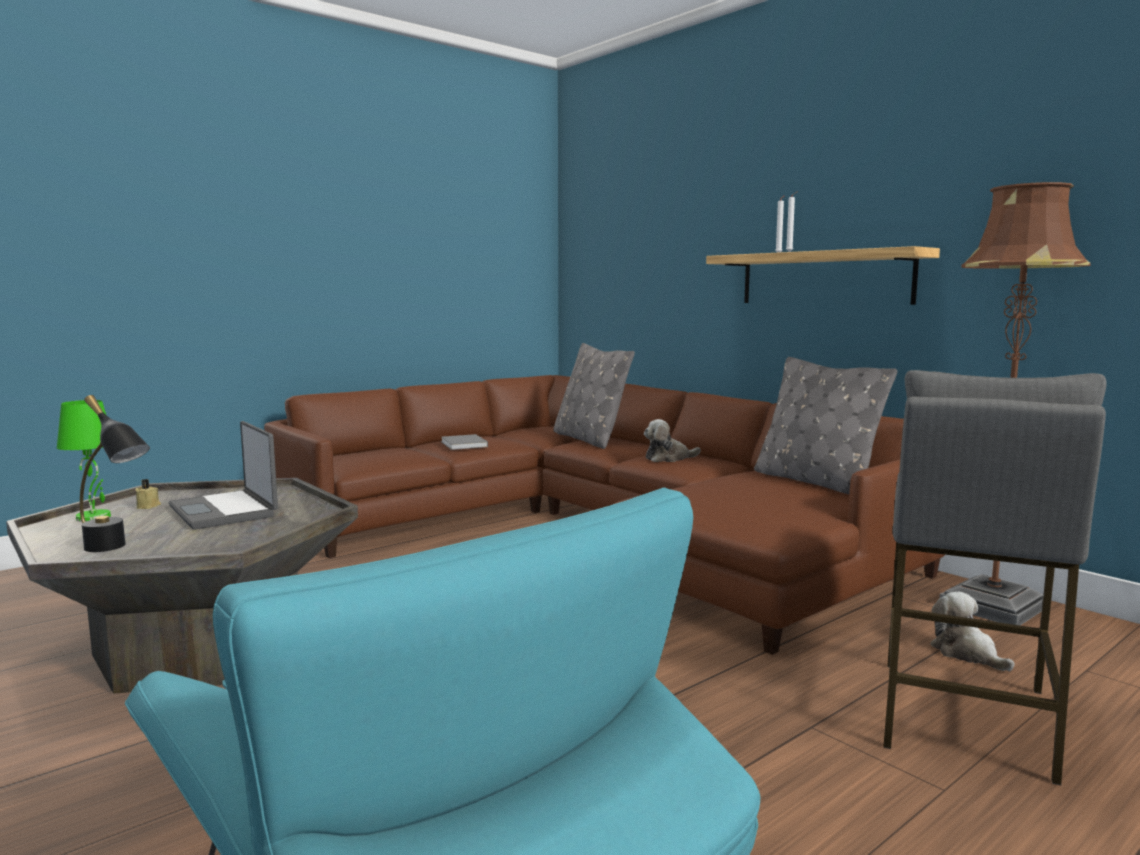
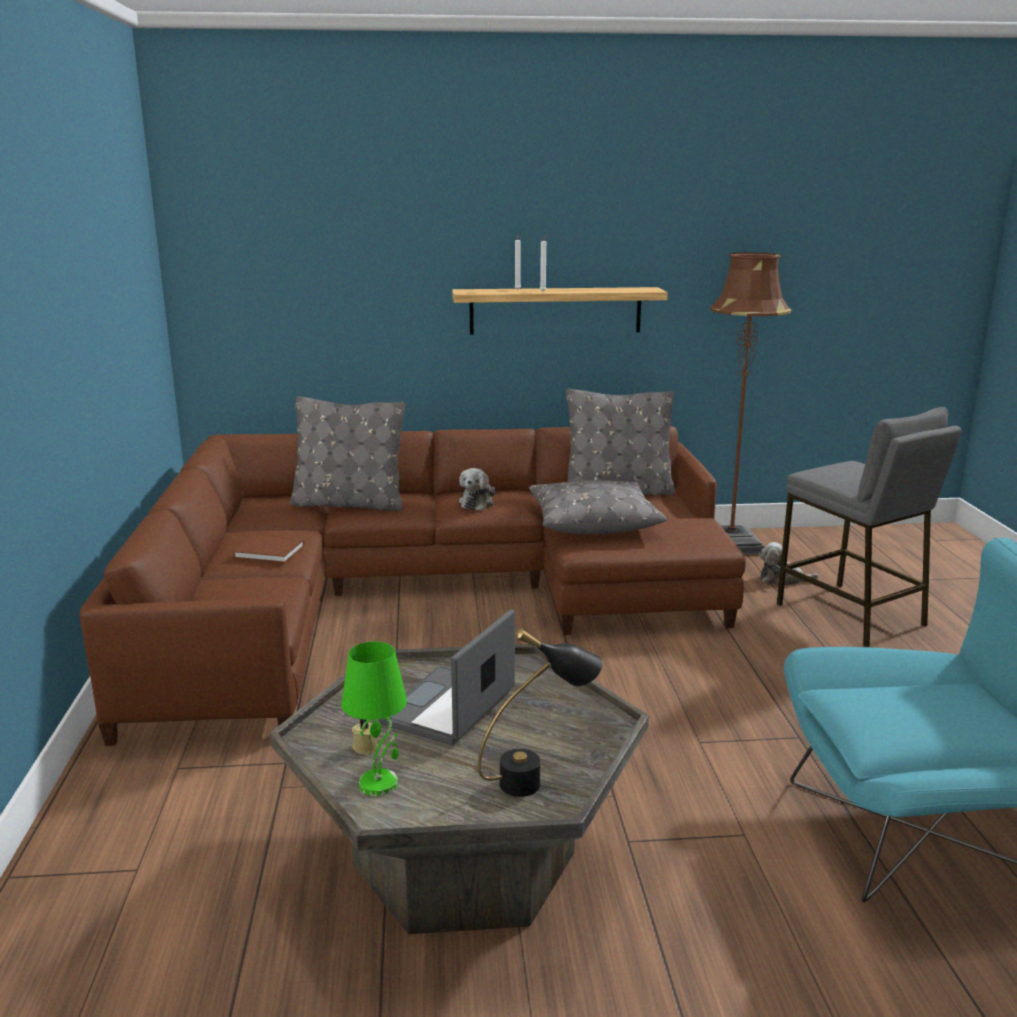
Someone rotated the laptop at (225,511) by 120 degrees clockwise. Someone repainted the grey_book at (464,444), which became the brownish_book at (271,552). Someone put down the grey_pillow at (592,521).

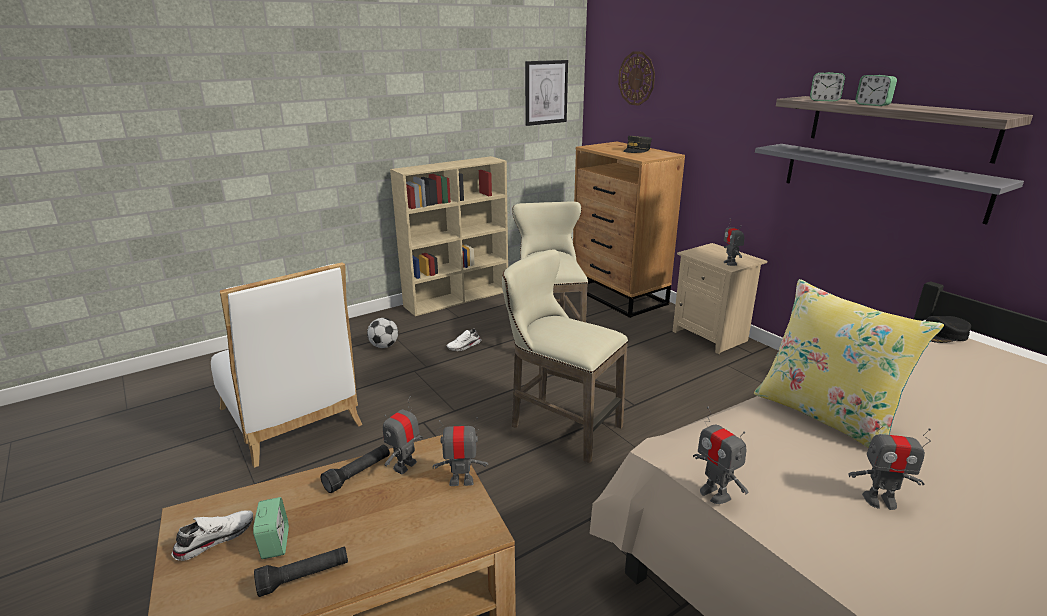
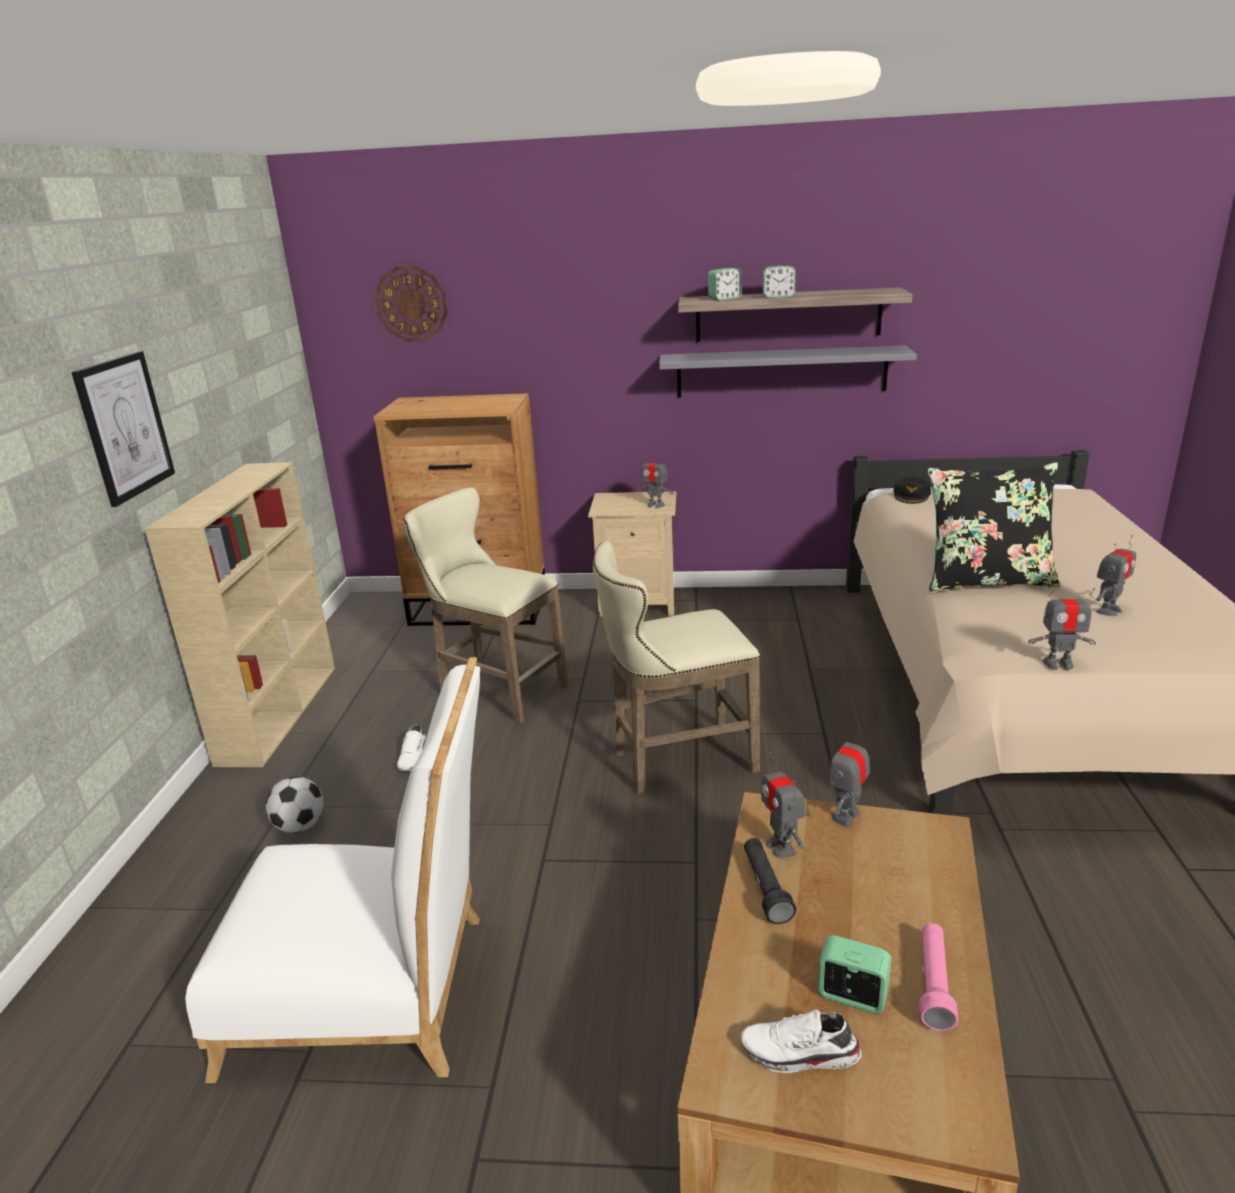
Someone rotated the white_item_of_footwear at (215,538) by 75 degrees counterclockwise. Someone repainted the blackish_flashlight at (304,577), which became the pink_flashlight at (933,984). Someone carried the wall_art from (546,92) to (125,427). Someone took away the grey_cap at (637,150). Someone repainted the yellowish_pillow at (825,415), which became the blackish_pillow at (986,581).

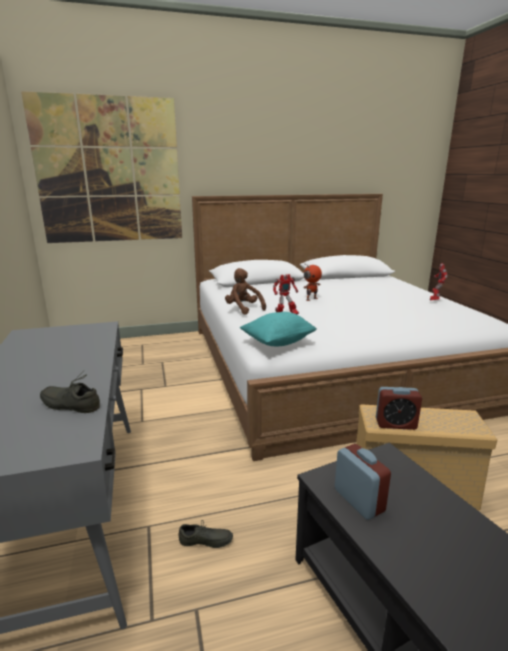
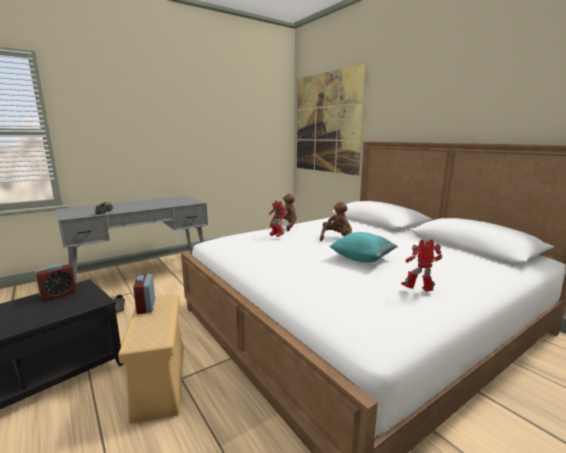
Someone carried the turquoise_pillow from (278,342) to (362,259). Someone swapped the model_robot at (311,299) for the brownish_cuddly_toy at (336,239).

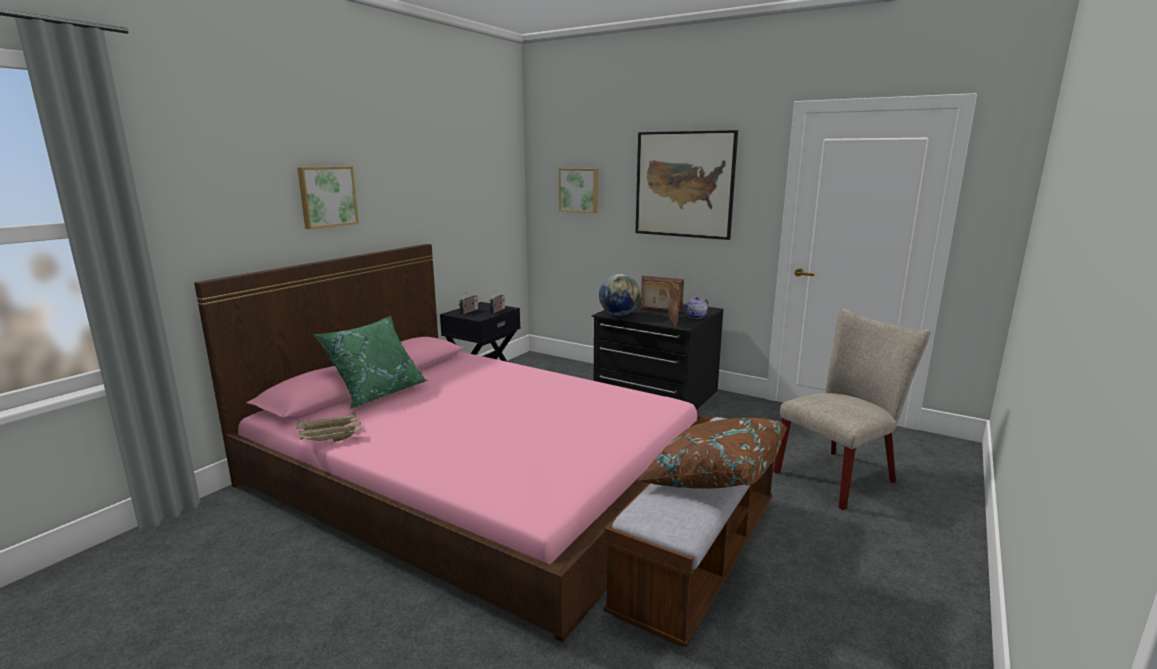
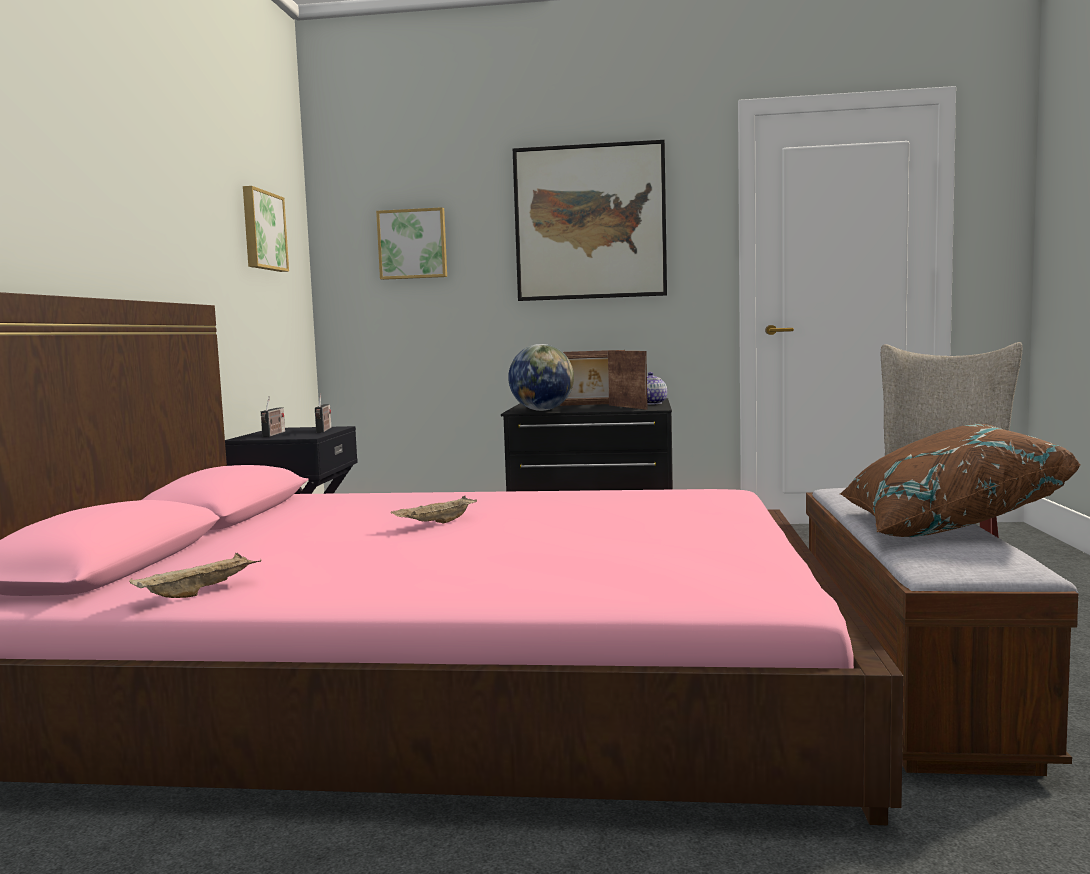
Someone carried the wall_art from (327,196) to (262,231). Someone carried the beige-coloured_tray from (330,441) to (436,524). Someone took away the green-coloured_pillow at (377,393).

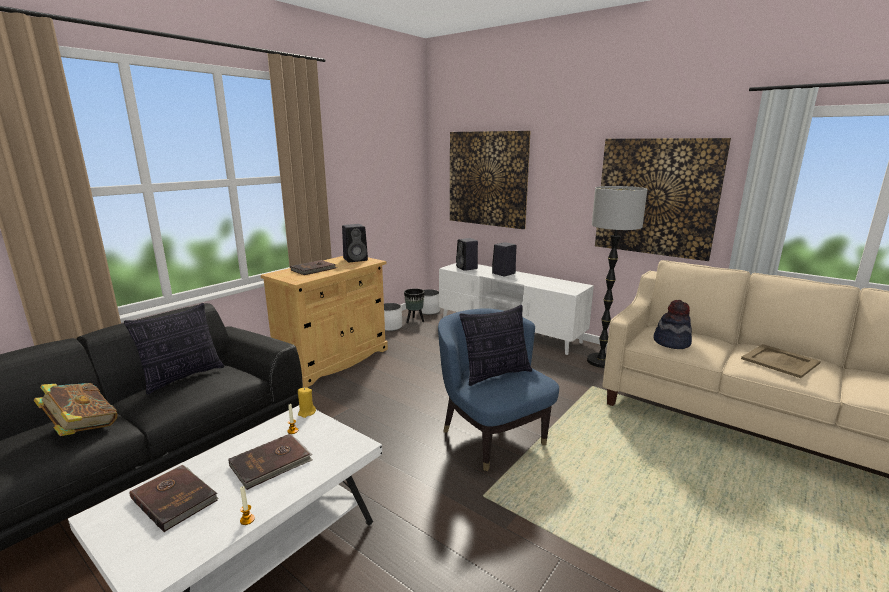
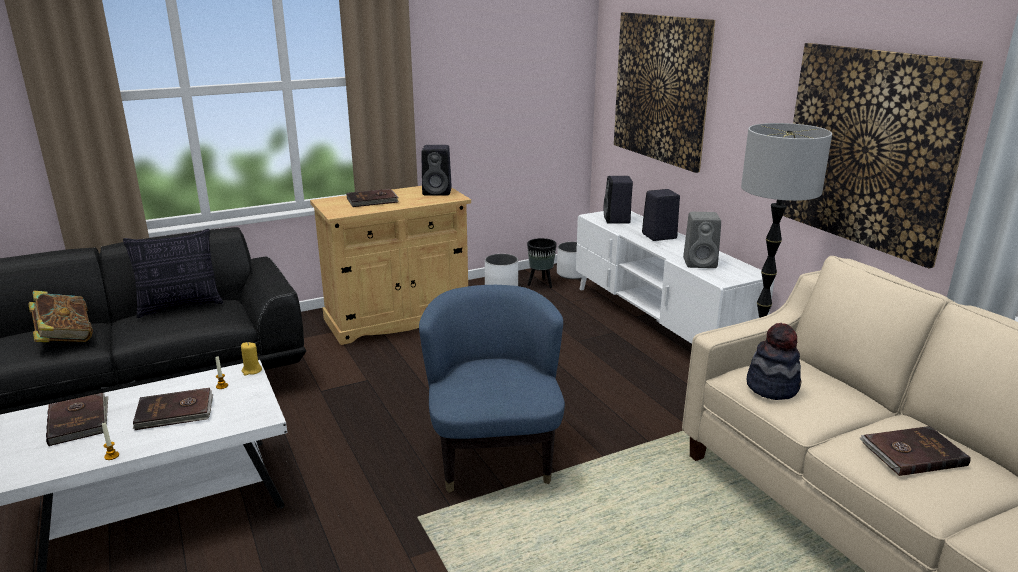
Someone took away the pillow at (496,374). Someone swapped the beige-coloured_tray at (779,361) for the brownish_book at (912,453). Someone put down the grey_speaker at (701,263).

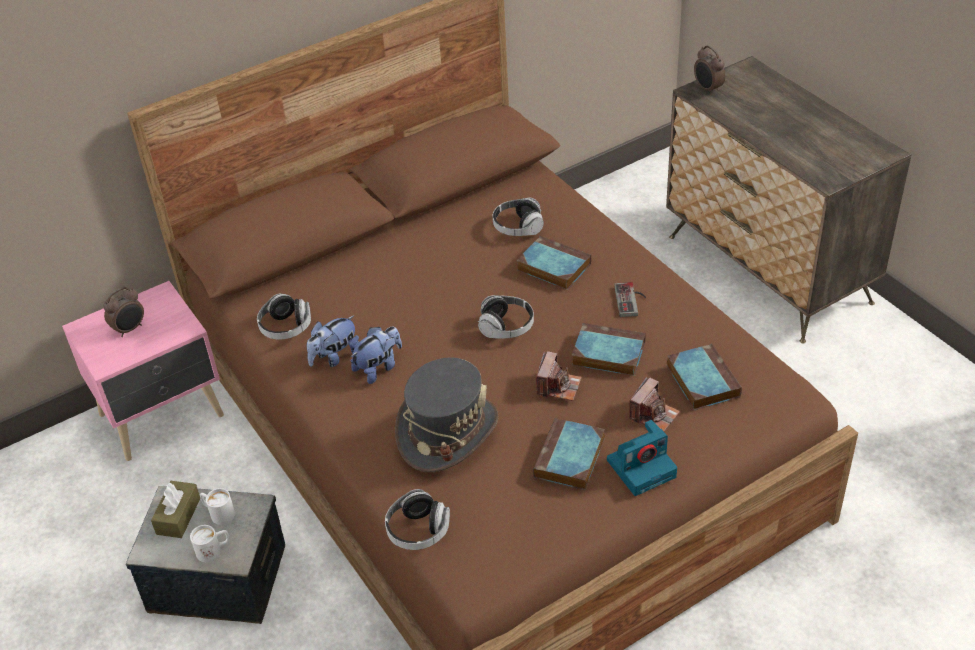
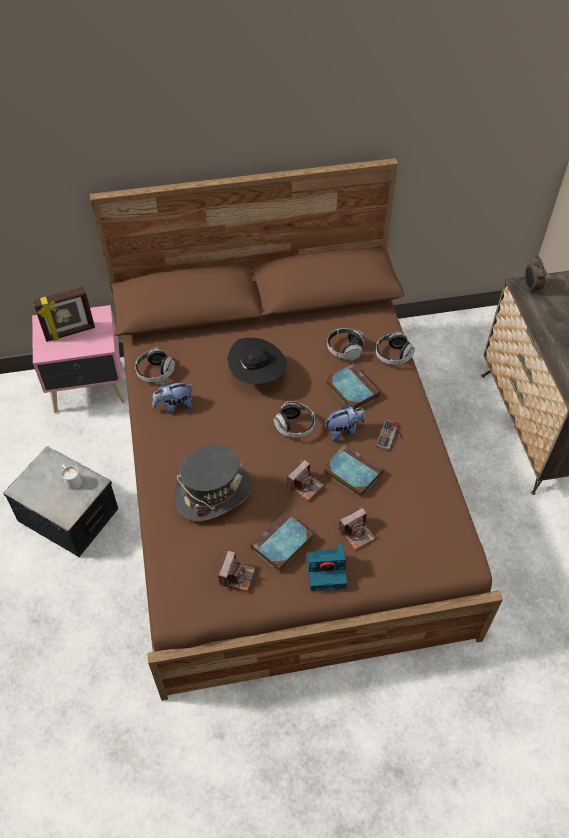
Someone swapped the alarm_clock at (130,329) for the photo_frame at (70,333). Someone took away the brownish_tissue_box at (178,516). Someone took away the white_mug at (214,550). Someone carried the cuddly_toy from (379,368) to (344,430). Someone carried the headphones from (418,531) to (393,355). Someone took away the book at (701,380). Someone put down the photo_camera at (236,576). Someone put down the blackish_clothing_hat at (257,376).

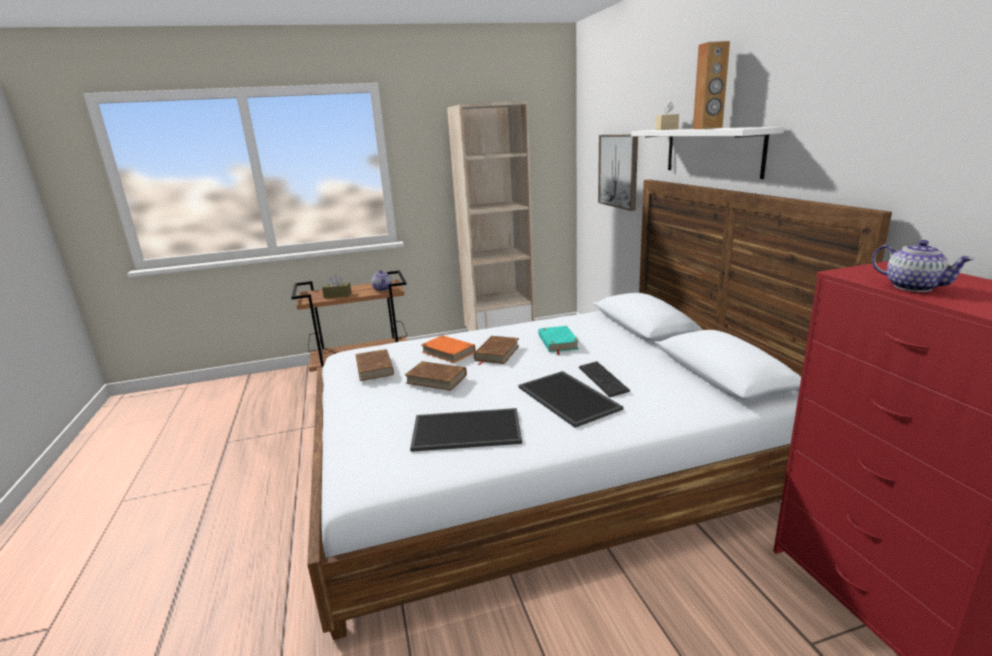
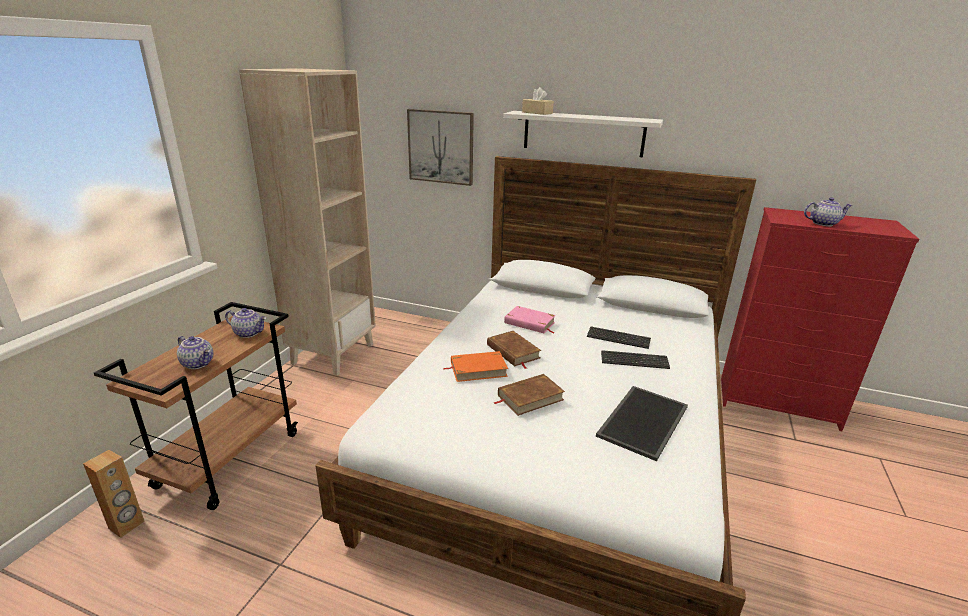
Someone swapped the brownish_tissue_box at (337,295) for the teapot at (199,363). Someone took away the brownish_book at (375,368). Someone swapped the tray at (570,398) for the keyboard at (634,361). Someone repainted the turquoise_book at (557,342), which became the pink_book at (529,323). Someone carried the brownish_speaker from (707,128) to (127,525).

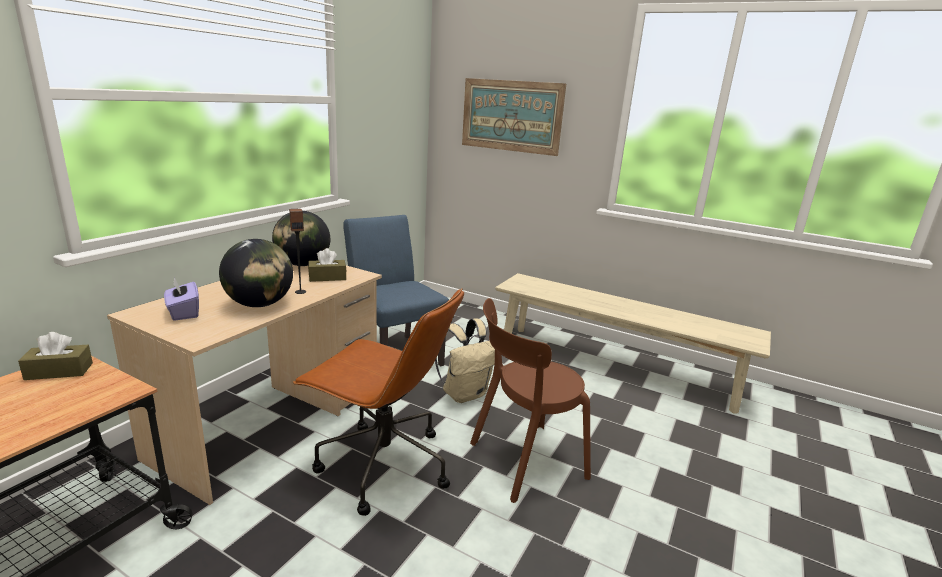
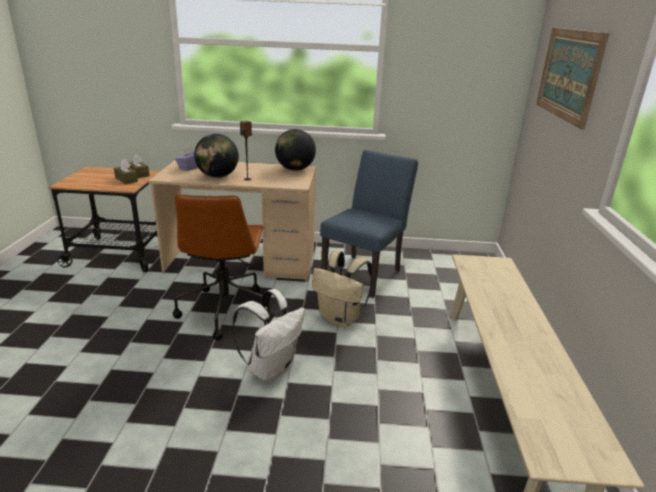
Someone carried the brownish_tissue_box from (327,277) to (126,180). Someone swapped the brownish_upright_chair at (523,461) for the white_backpack at (271,368).

